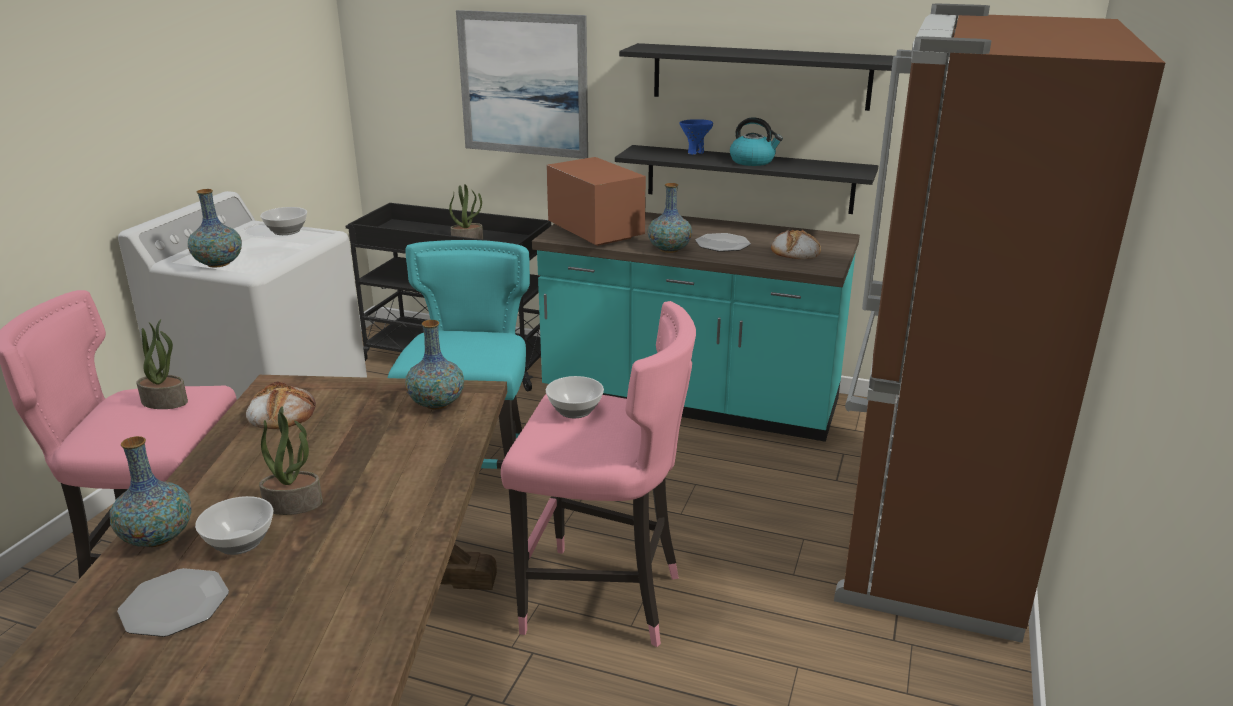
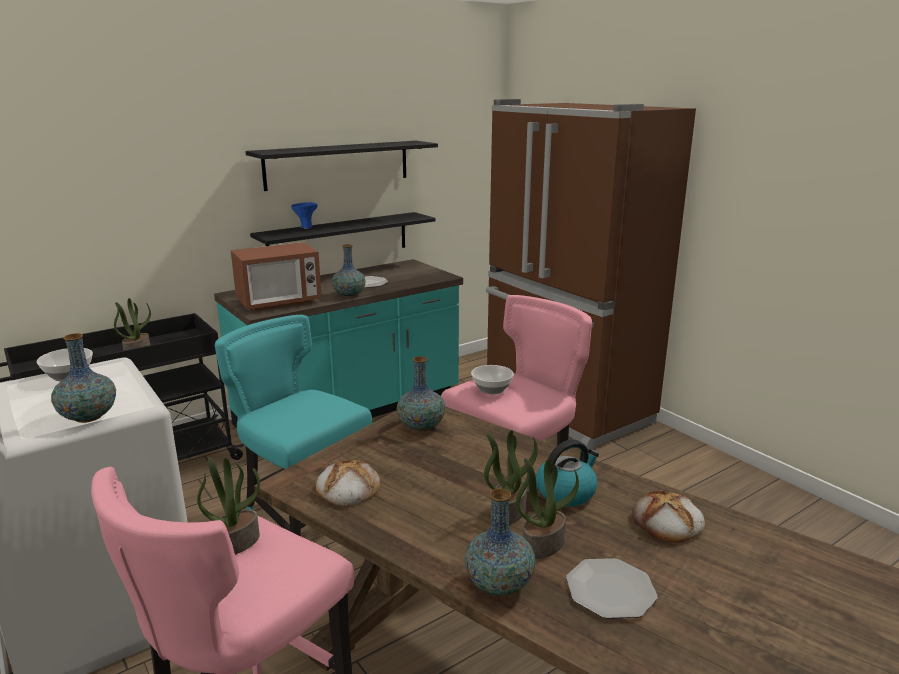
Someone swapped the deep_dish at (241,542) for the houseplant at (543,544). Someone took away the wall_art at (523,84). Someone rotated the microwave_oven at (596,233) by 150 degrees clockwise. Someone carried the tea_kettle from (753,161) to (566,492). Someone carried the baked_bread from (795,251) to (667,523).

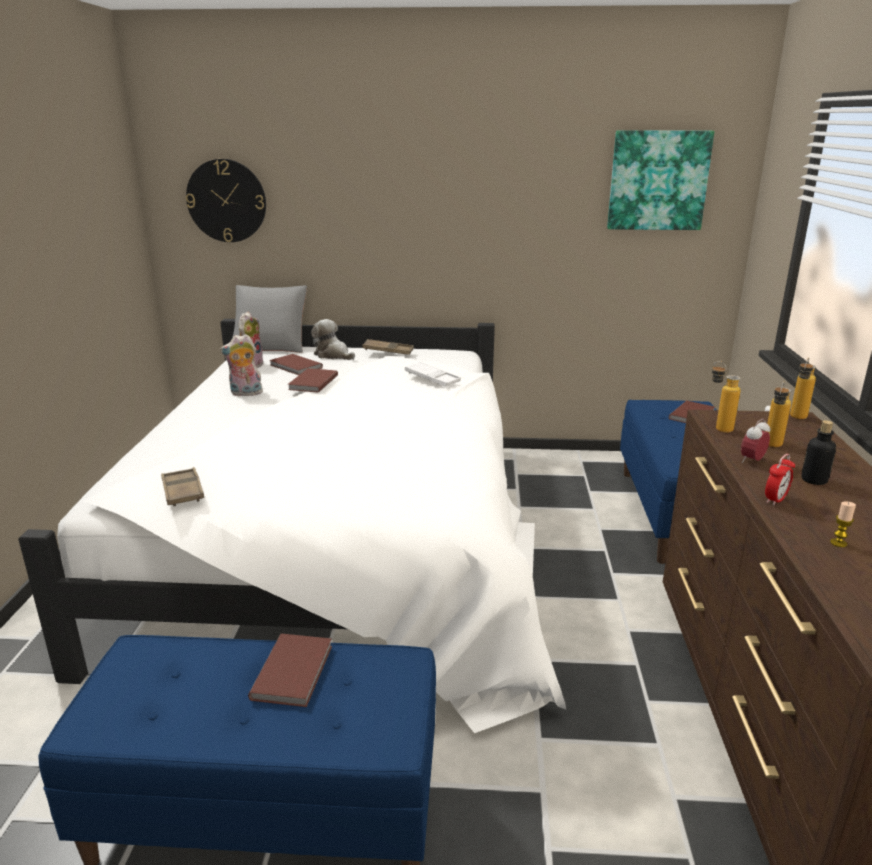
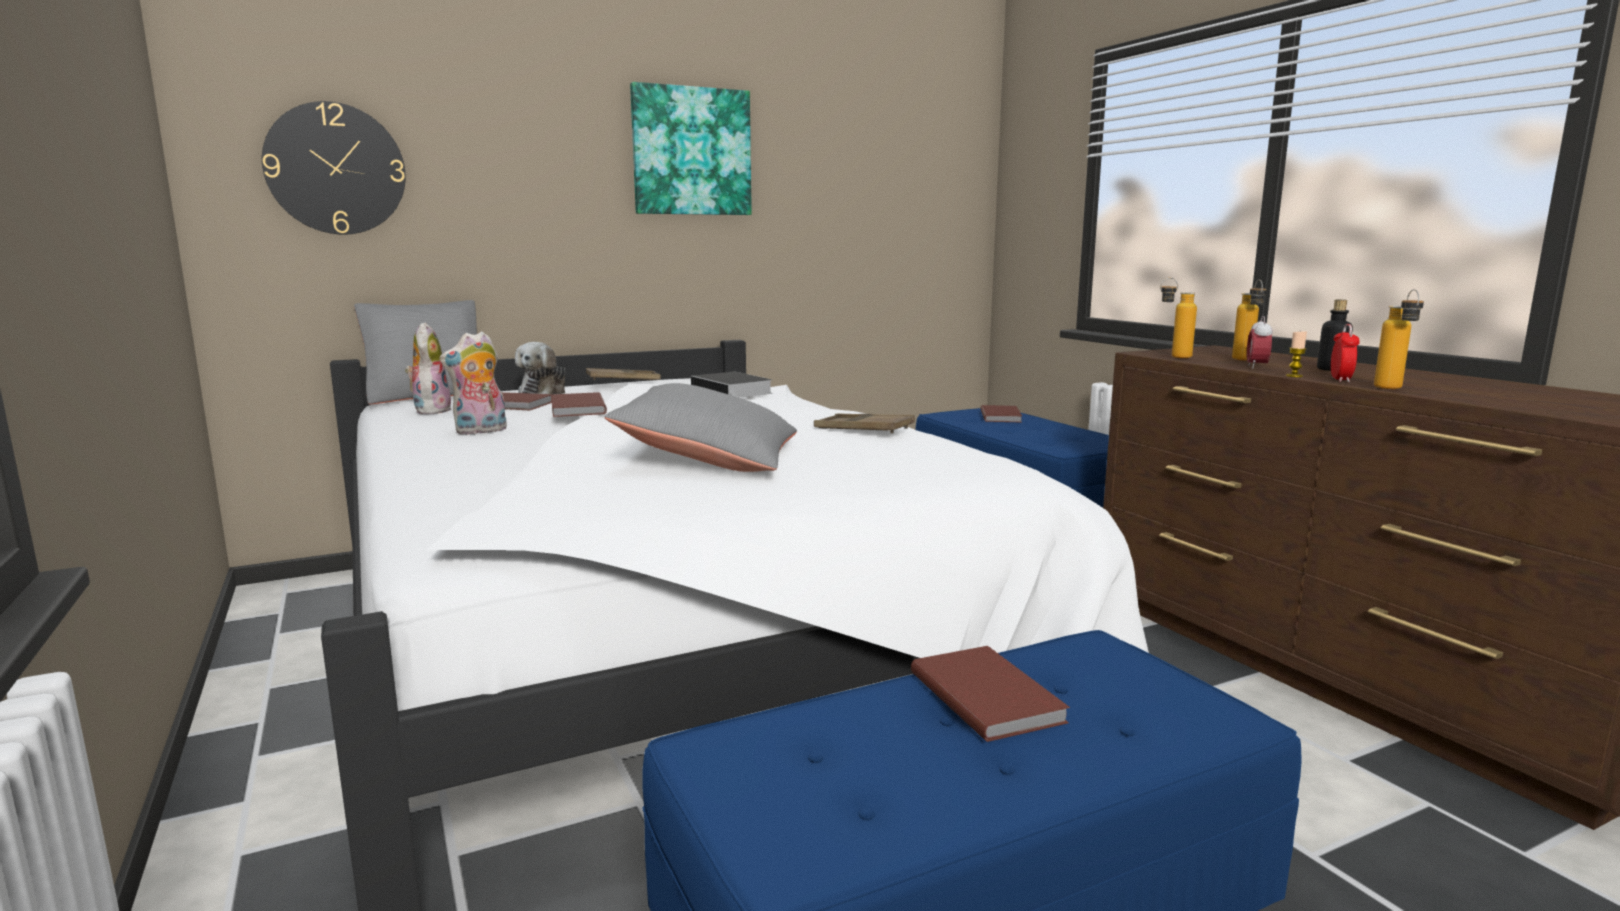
Someone carried the brownish_tray from (182,491) to (863,430). Someone rotated the cuddly_toy at (333,355) by 90 degrees counterclockwise. Someone swapped the white_tray at (432,378) for the book at (733,391). Someone carried the wall_art from (658,180) to (691,152). Someone carried the drink_bottle from (796,418) to (1392,389). Someone carried the wax_light from (838,543) to (1294,376). Someone put down the grey_pillow at (709,458).

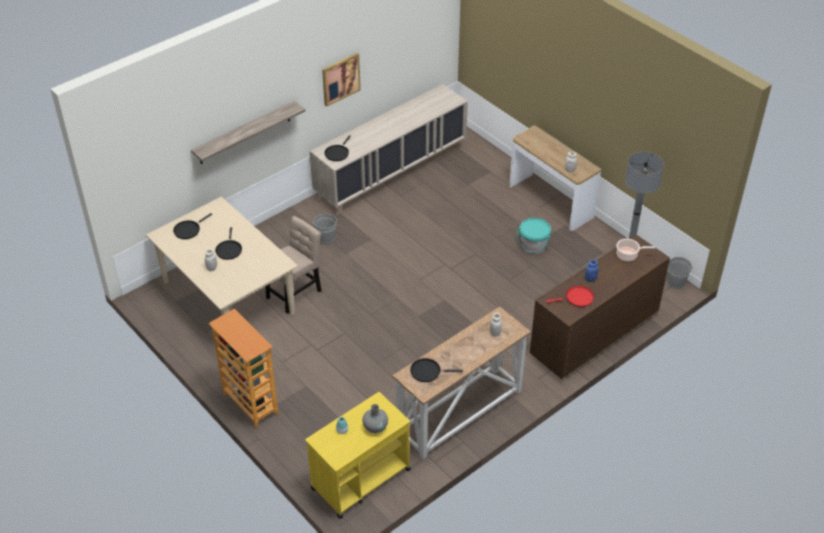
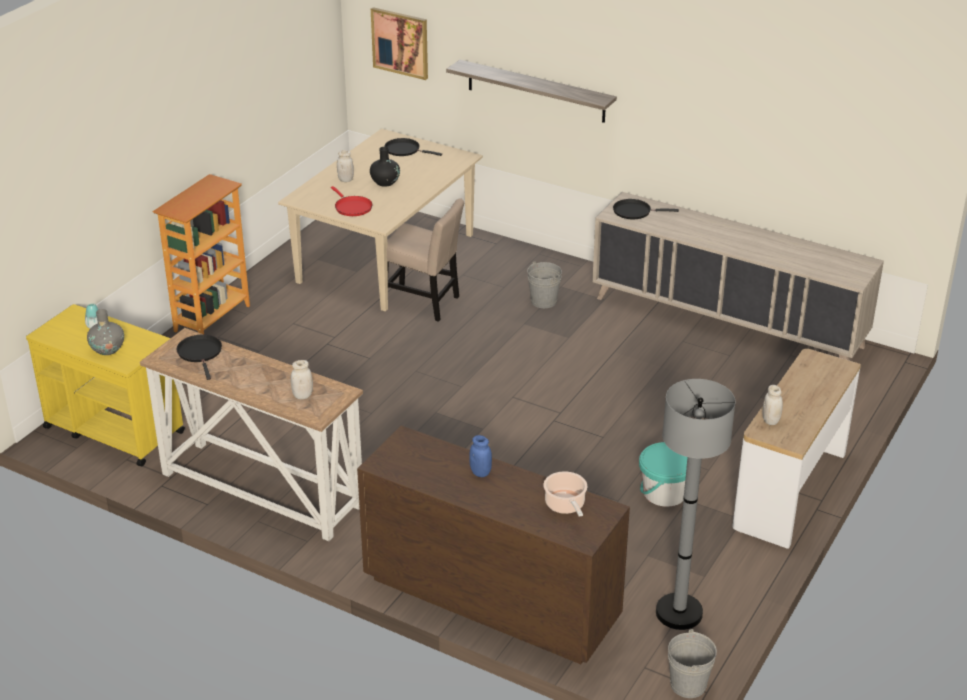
Someone swapped the blackish_skillet at (229,250) for the blackish_flower_vase at (385,182). Someone carried the wall_art from (340,79) to (400,43). Someone carried the reddish_skillet from (577,298) to (352,207).

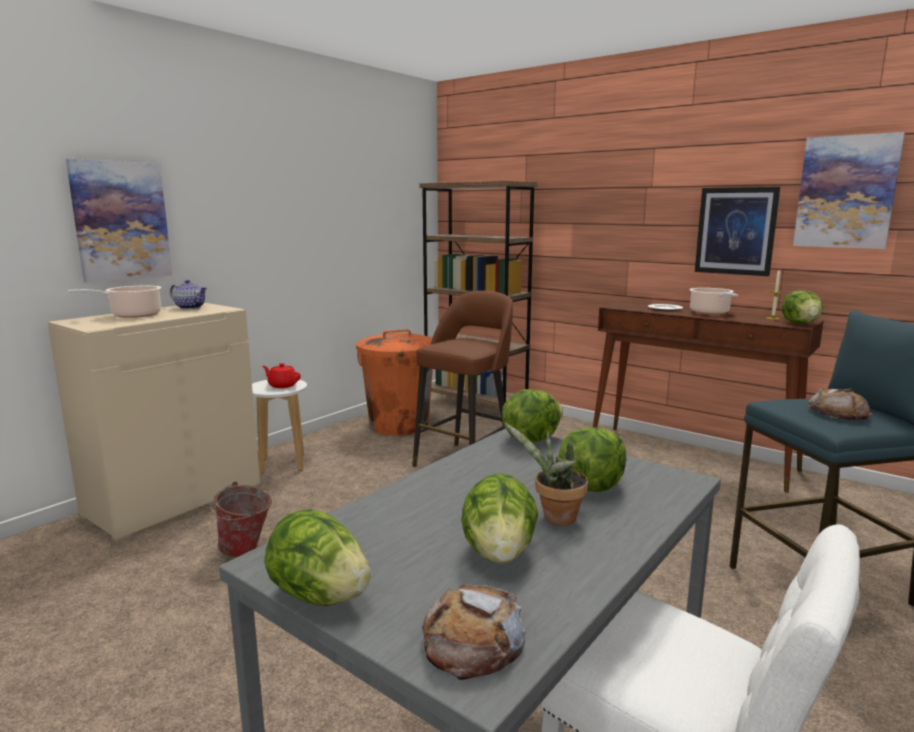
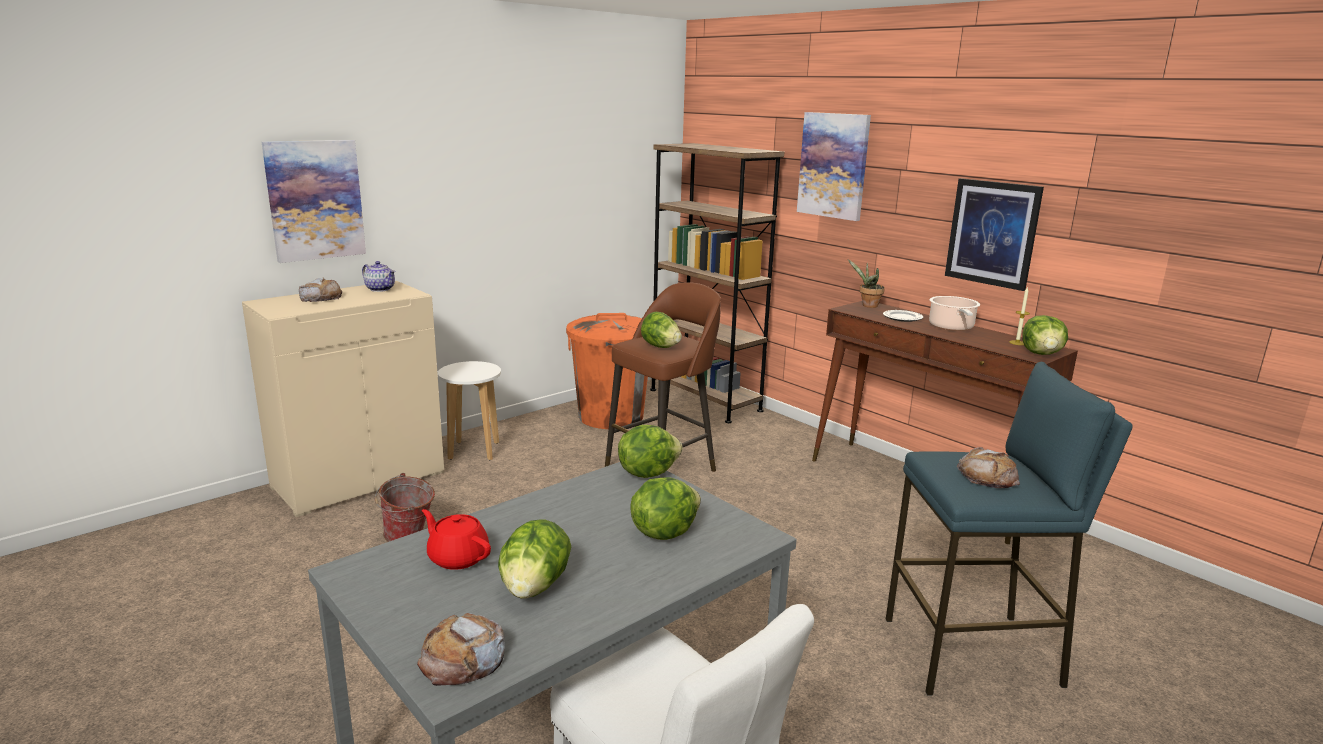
Someone swapped the stockpot at (132,315) for the baked_bread at (321,298). Someone carried the reddish_teapot from (282,385) to (458,557). Someone carried the lettuce_head from (319,596) to (660,347). Someone carried the houseplant from (554,518) to (867,306). Someone carried the wall_art from (846,192) to (833,165).

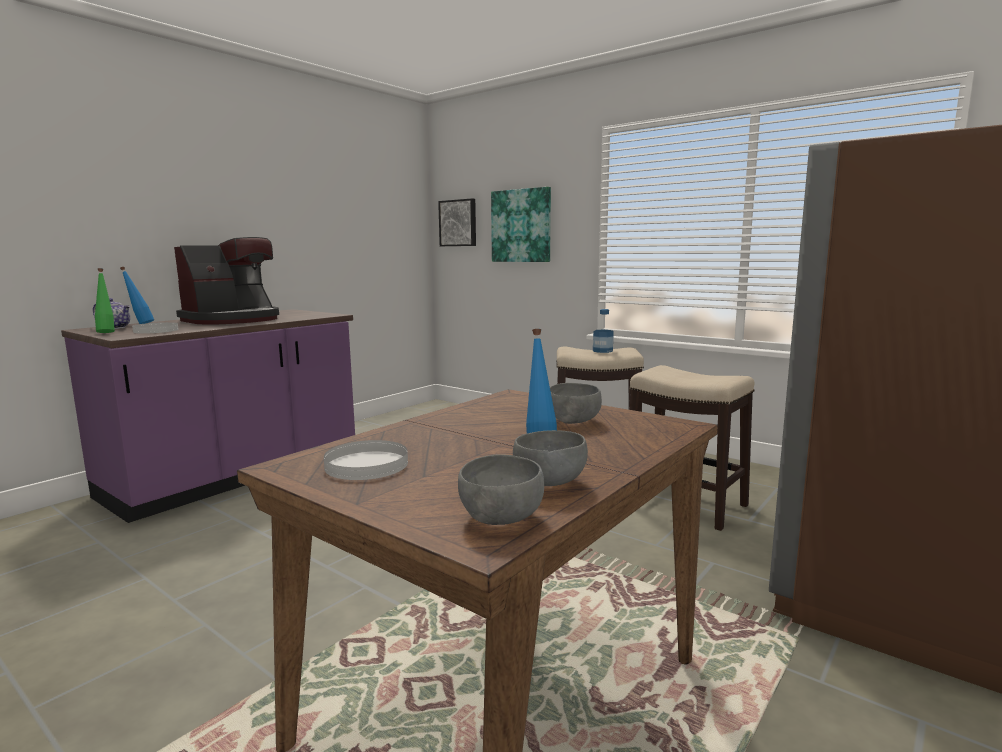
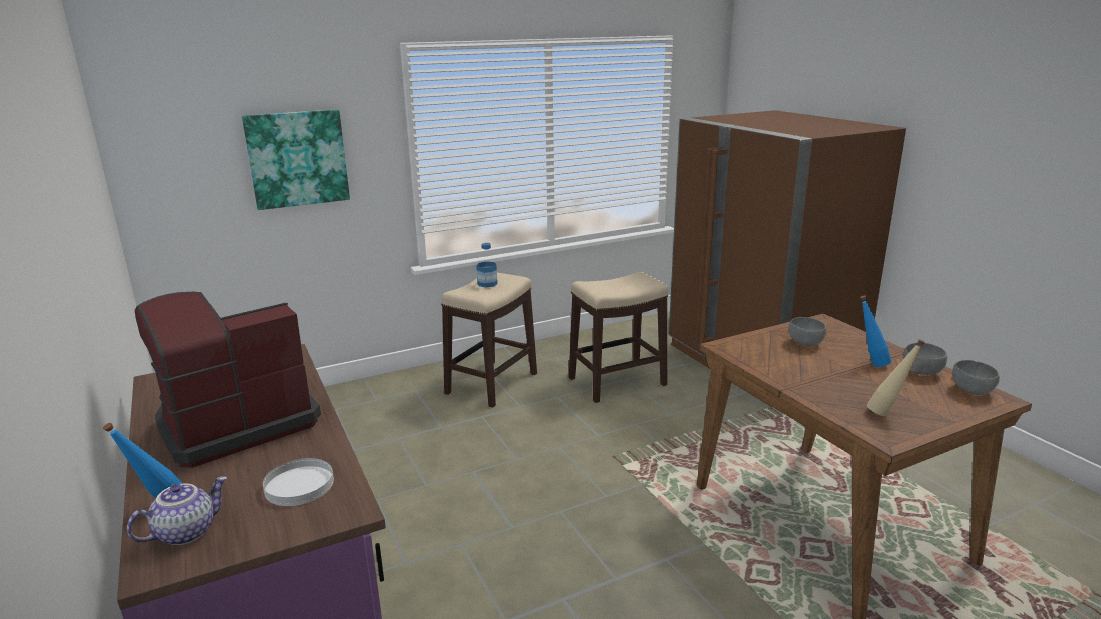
Someone took away the green-coloured_drink_bottle at (107,332). Someone rotated the coffee_machine at (233,320) by 105 degrees counterclockwise. Someone swapped the white_flat_dish at (366,465) for the beige-coloured_drink_bottle at (888,413). Someone took away the wall_art at (458,223).

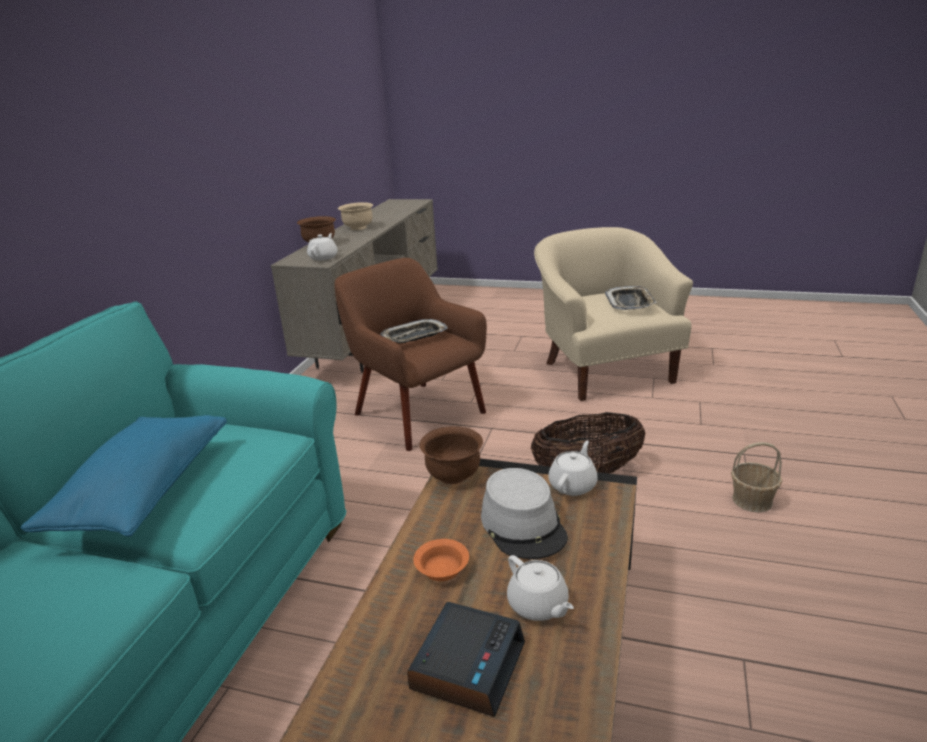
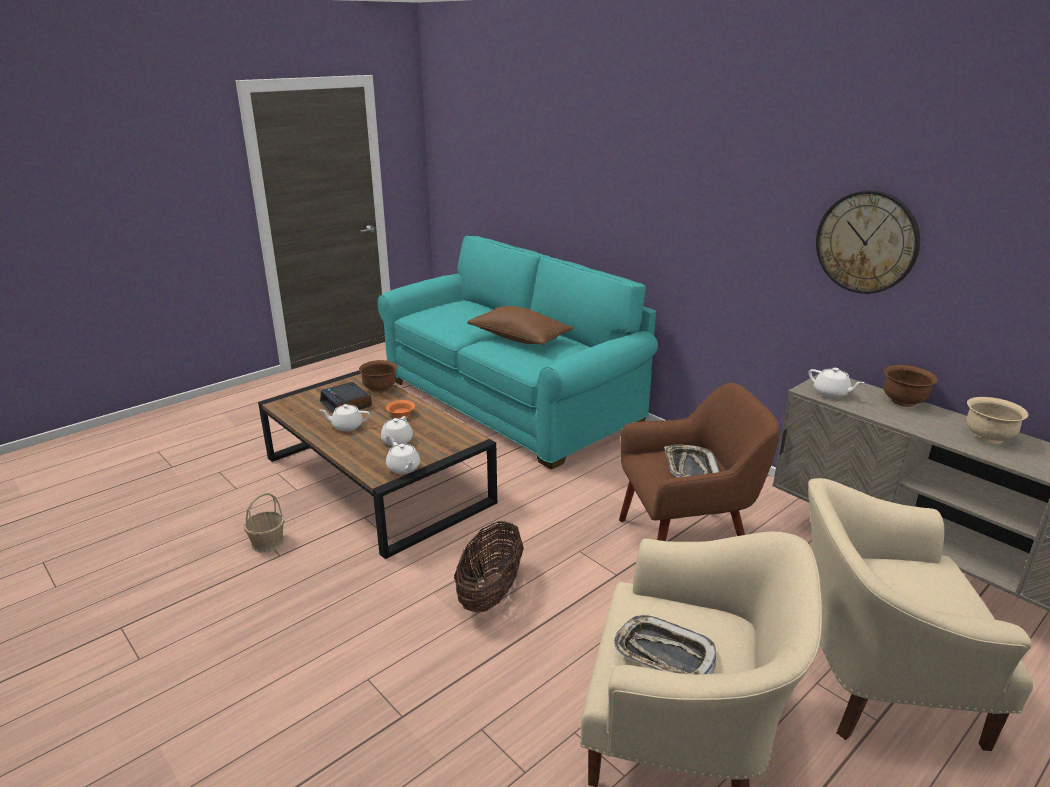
Someone repainted the bluish_pillow at (144,492), which became the brownish_pillow at (519,338). Someone carried the brownish_deep_dish from (453,475) to (380,389). Someone swapped the grey_clothing_hat at (523,525) for the white_teapot at (396,441). Someone carried the household_basket from (752,500) to (267,542). Someone put down the beige-coloured_easy_chair at (875,681). Someone put up the clock_on_the_wall at (866,242).

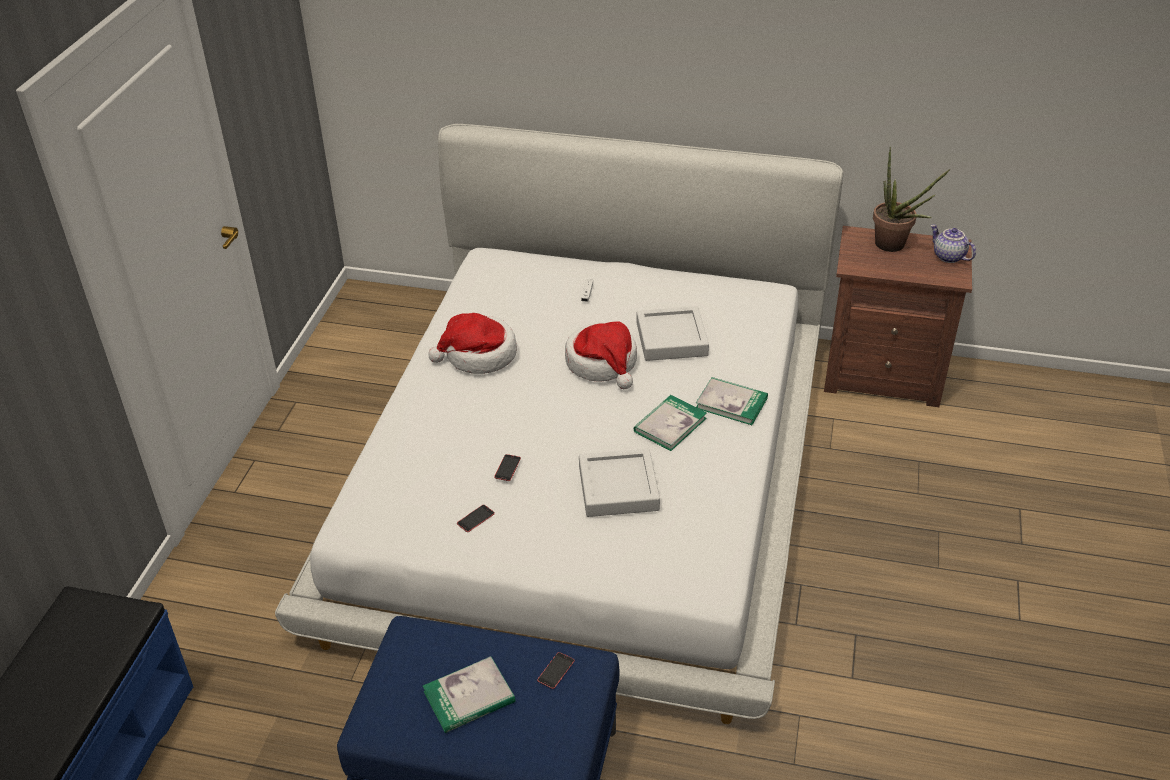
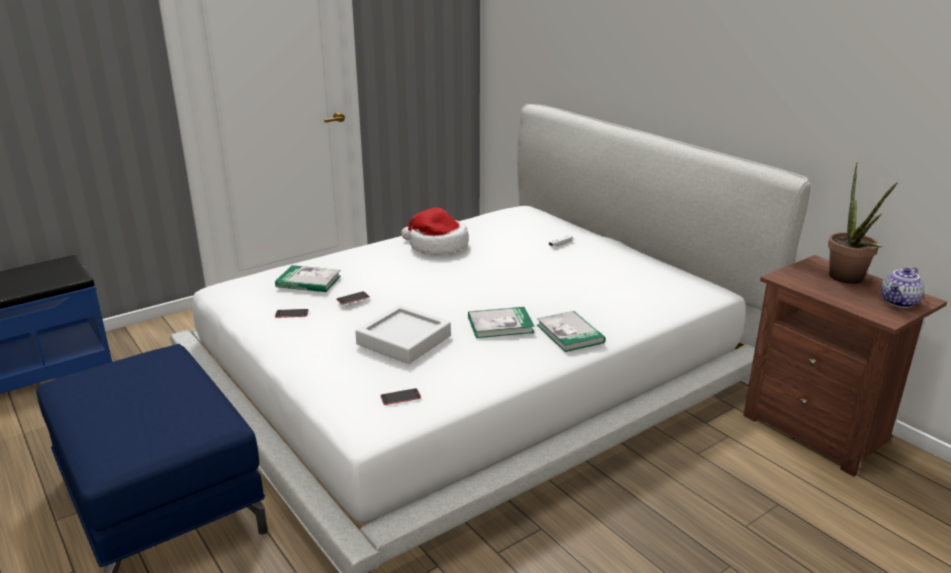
Someone carried the book from (469,697) to (308,281). Someone carried the handset from (556,670) to (400,397). Someone took away the clothing_hat at (602,363). Someone took away the grey_tray at (671,339). Someone rotated the teapot at (948,257) by 135 degrees counterclockwise.

